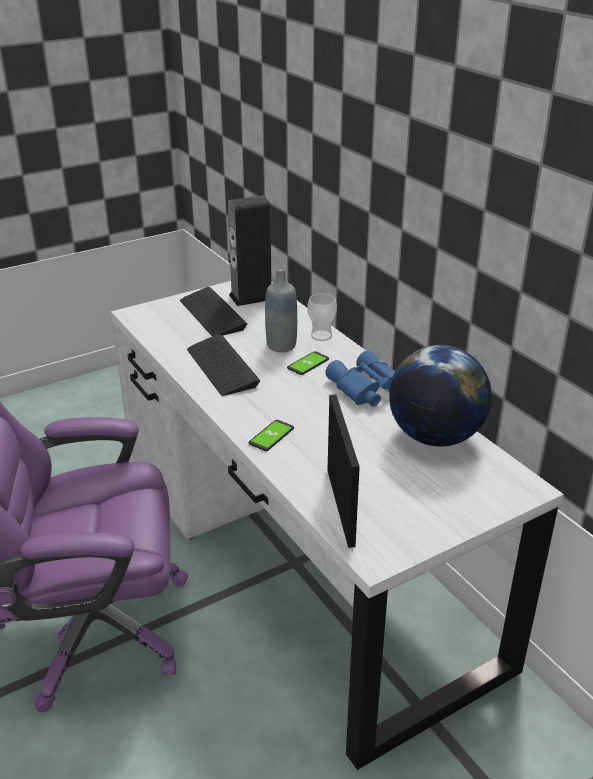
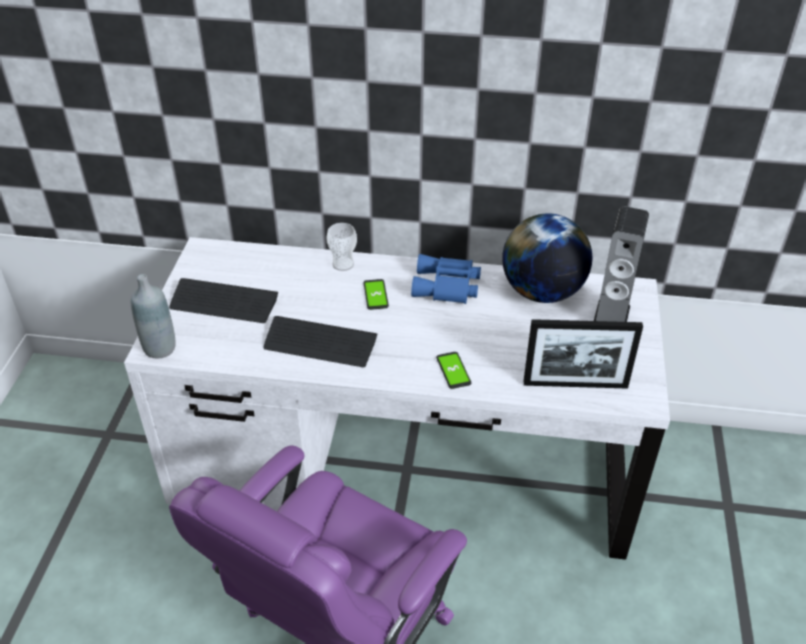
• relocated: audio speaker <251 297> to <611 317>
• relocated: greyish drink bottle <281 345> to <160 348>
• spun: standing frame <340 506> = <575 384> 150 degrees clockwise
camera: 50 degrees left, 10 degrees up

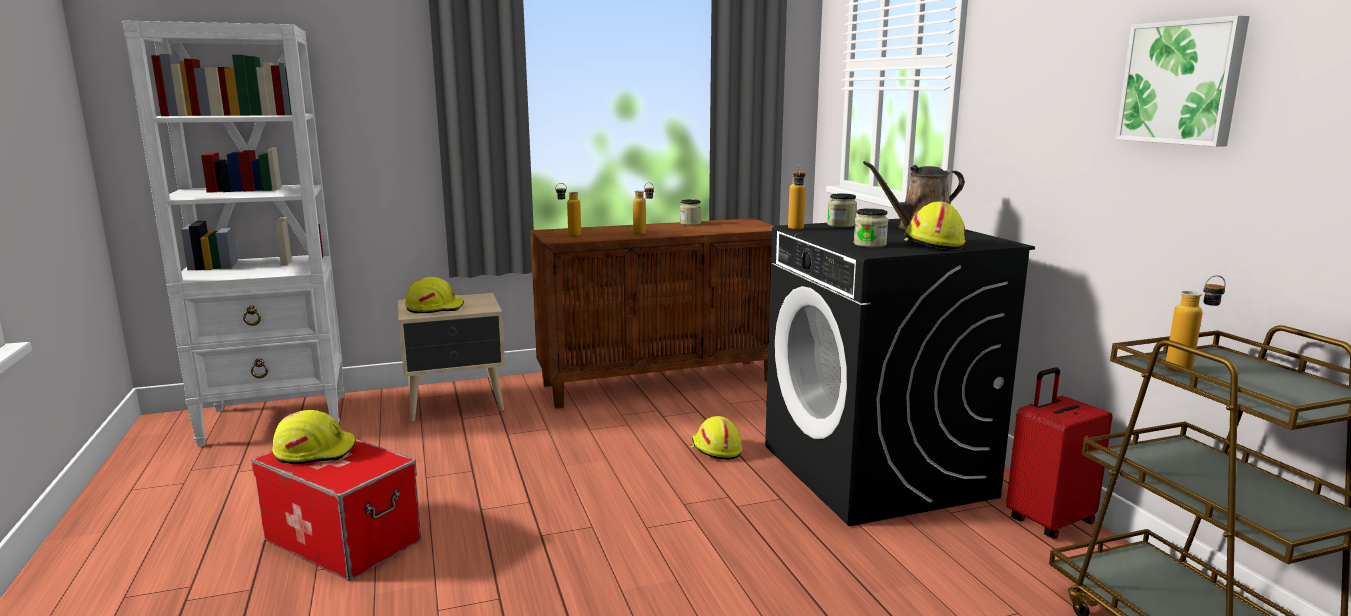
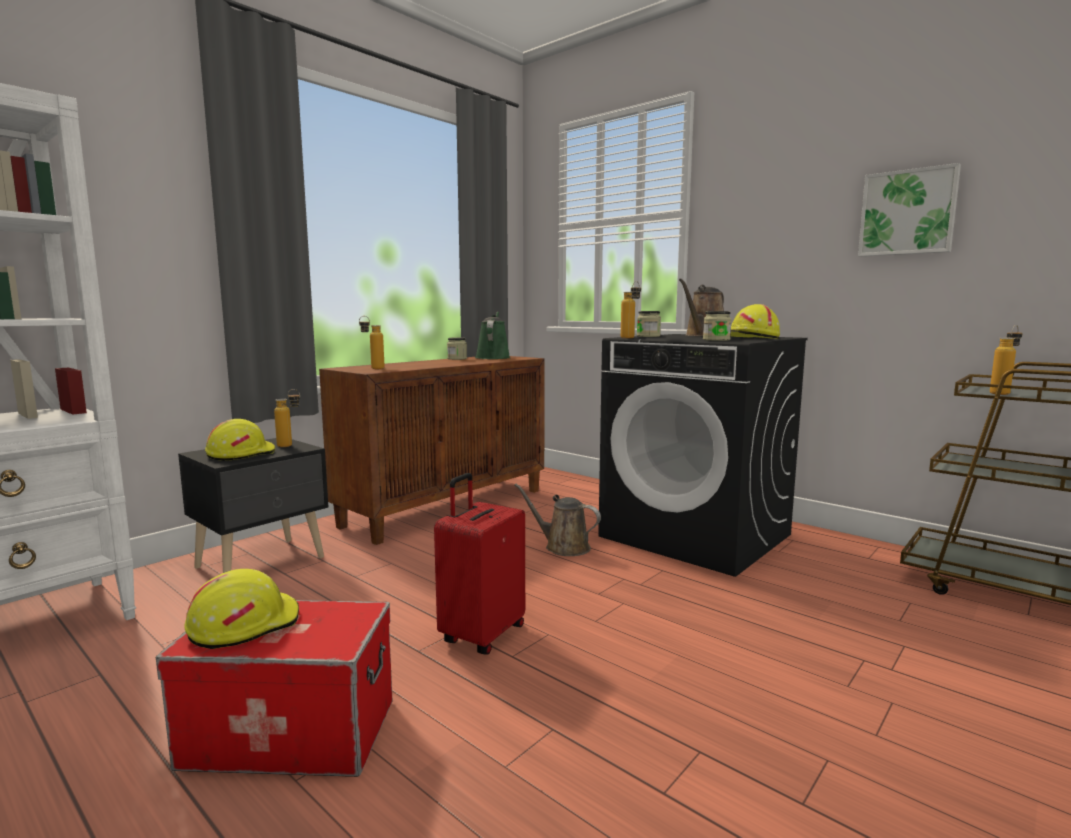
• appeared: green watering pot <493 358>
• relocated: drink bottle <644 234> to <290 446>
• relocated: reddish travel case <1048 521> to <481 634>
• exchanged: yellowish safety helmet <715 449> to brownish watering pot <563 547>
• colour: beige night table <457 405> to blackish night table <263 562>
camera: 30 degrees left, 5 degrees down

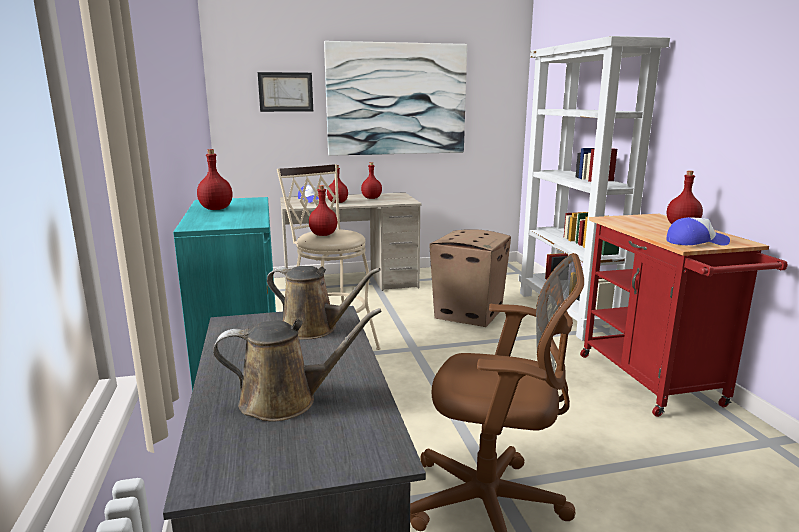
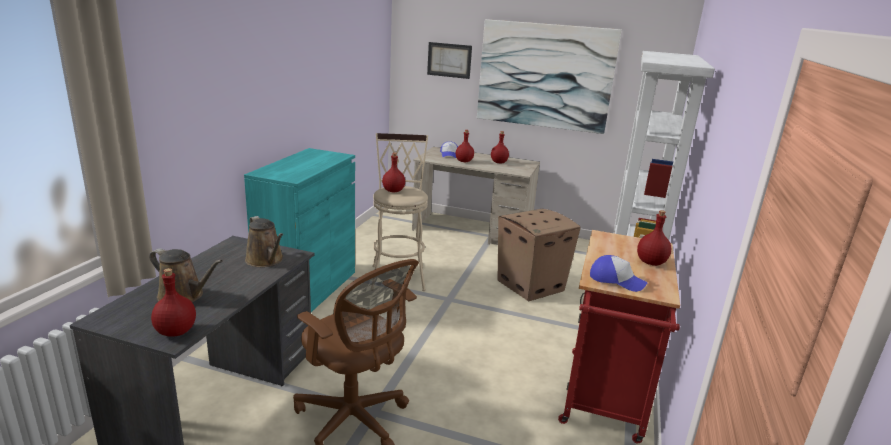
• relocated: reddish drink bottle <216 209> to <176 331>
camera: 30 degrees right, 5 degrees up

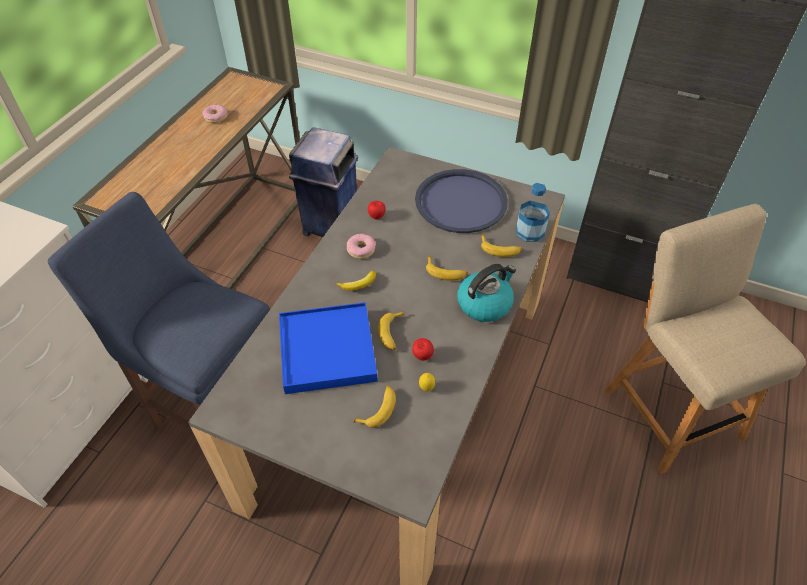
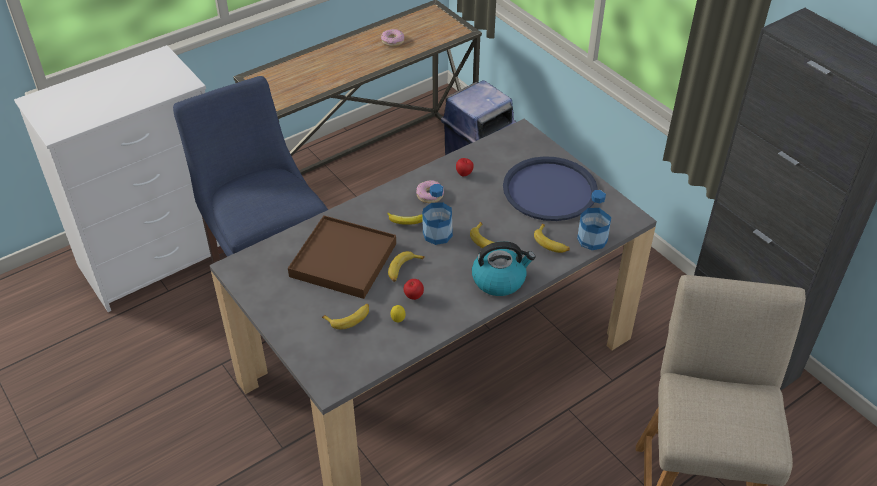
• appeared: drink bottle <437 234>
• colour: blue carrying tray <327 350> to brownish carrying tray <343 260>
camera: 30 degrees right, 5 degrees down

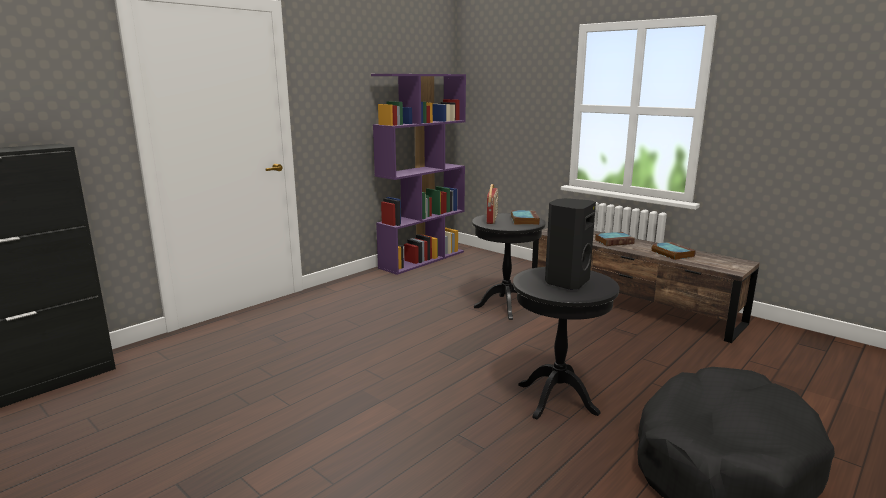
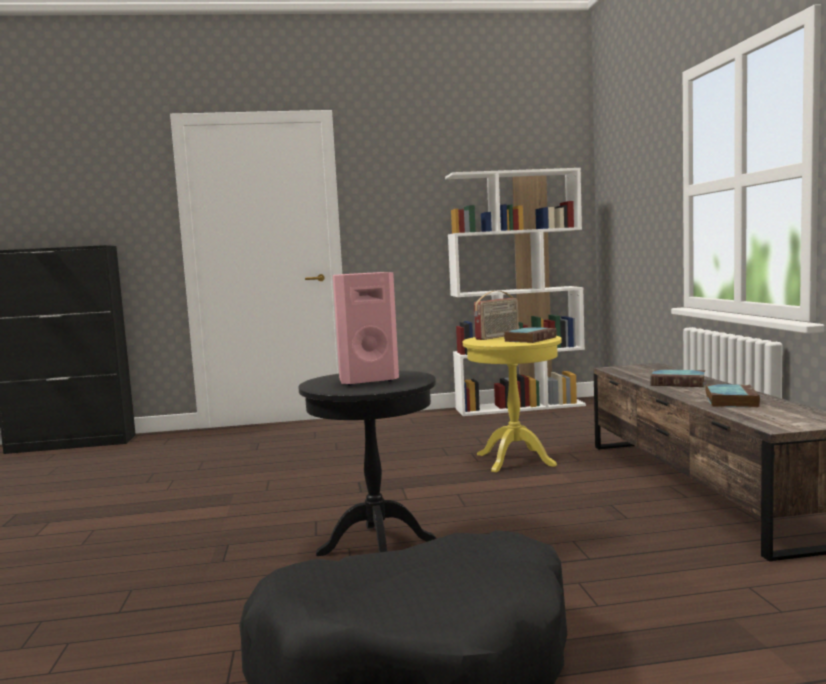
• colour: purple bookcase <422 259> to white bookcase <520 407>
• colour: blackish accent table <505 307> to yellowish accent table <515 460>
• colour: blackish audio speaker <566 282> to pinkish audio speaker <366 380>
camera: 40 degrees right, 10 degrees down

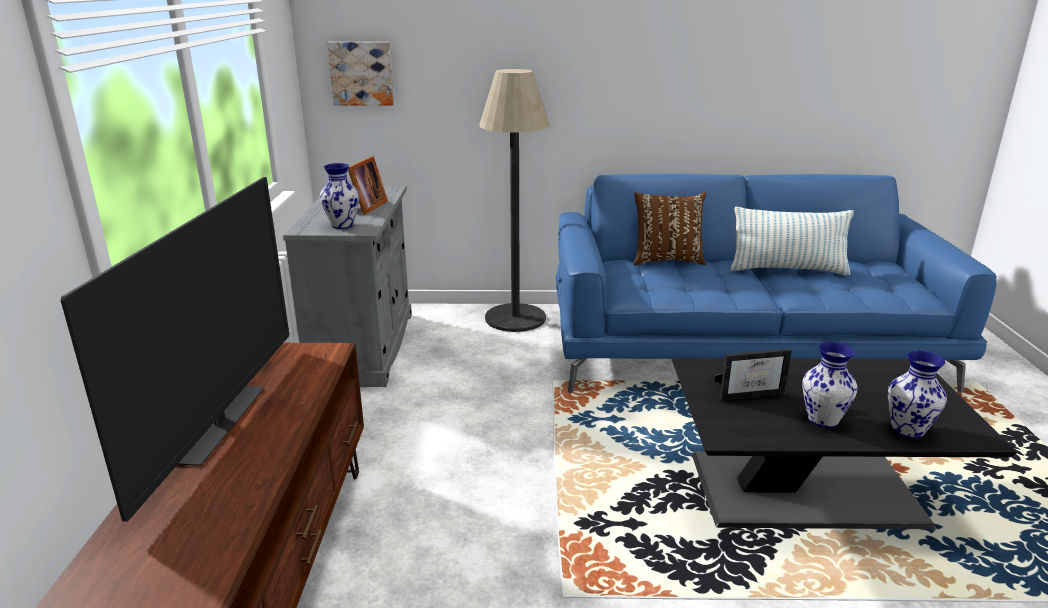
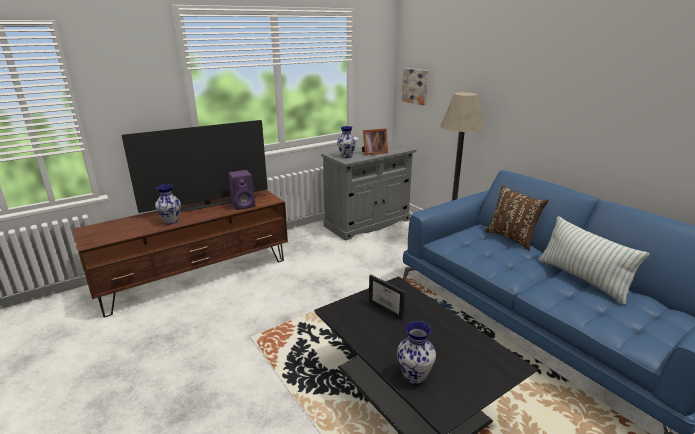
• appeared: purple audio speaker <244 205>
• relocated: decorative vase <822 420> to <170 221>
camera: 55 degrees right, 0 degrees up

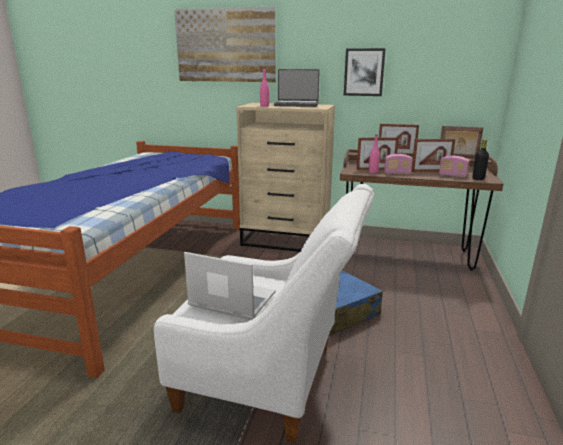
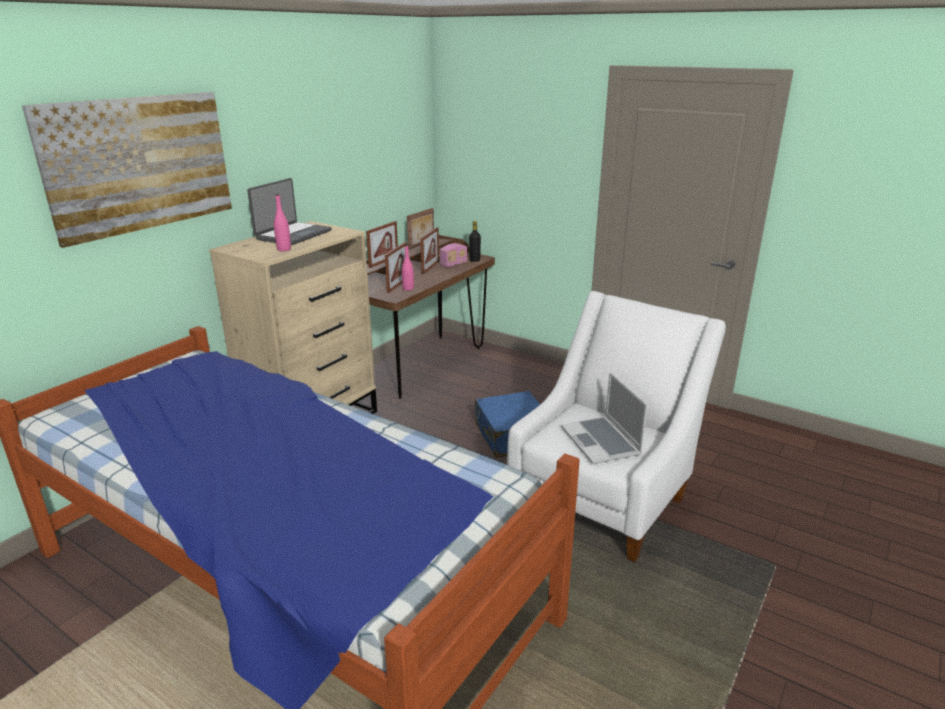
• missing: picture <364 72>
• missing: radio receiver <397 173>
• spun: laptop <230 300> = <601 442> 60 degrees counterclockwise
camera: 70 degrees left, 5 degrees up

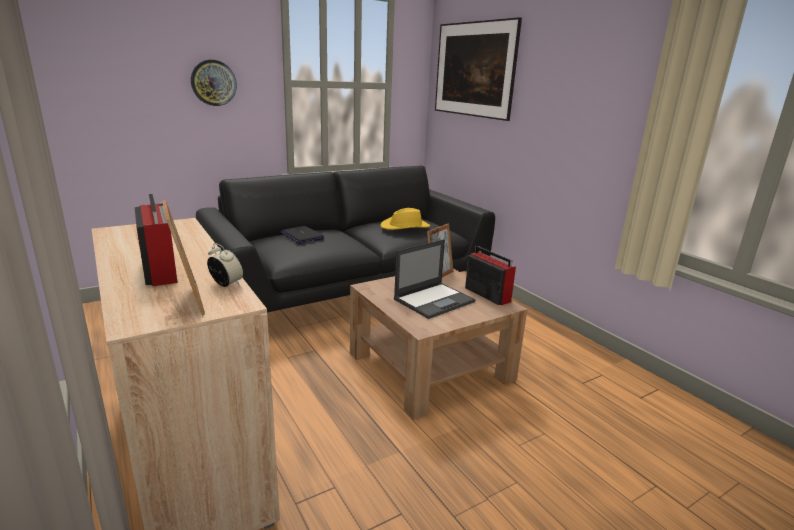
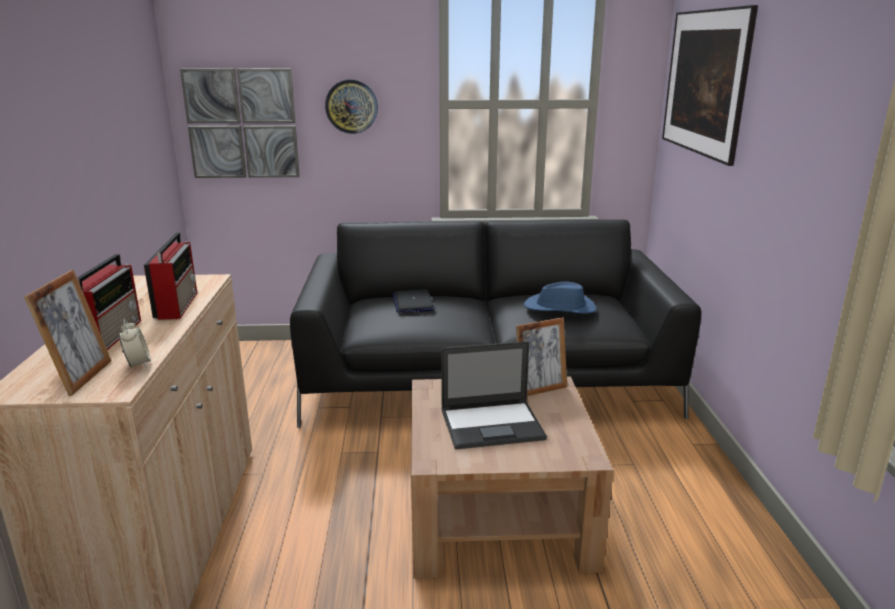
• appeared: picture <242 124>
• relocated: radio receiver <486 294> to <177 304>
• colour: yellowish wearable hat <405 227> to blue wearable hat <560 308>
camera: 30 degrees right, 0 degrees up

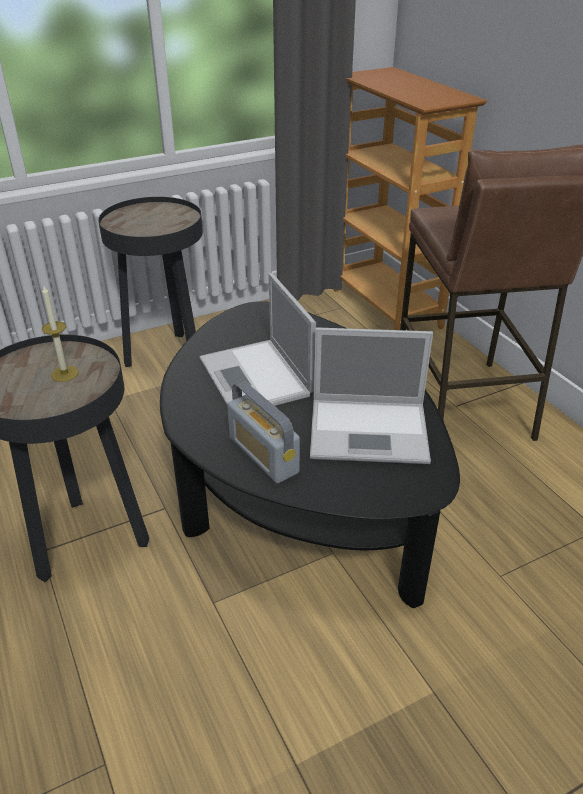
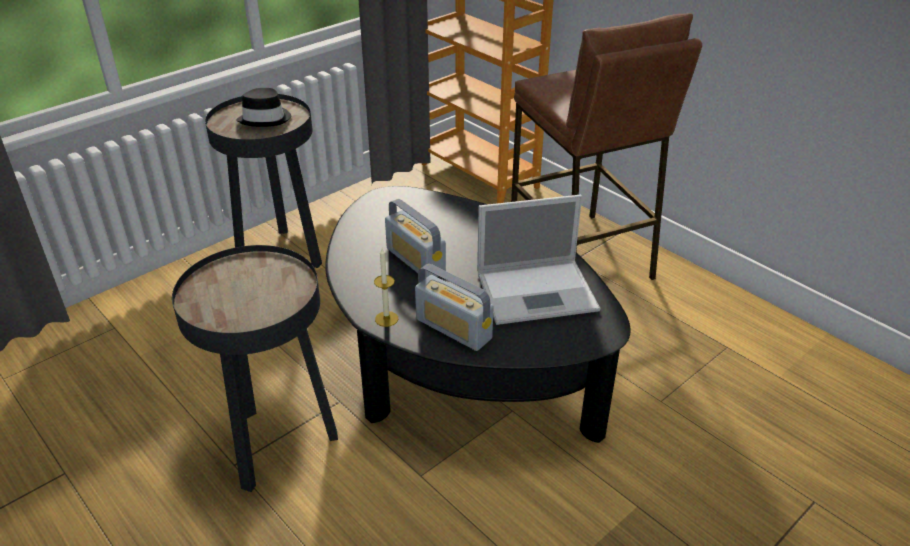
• appeared: blackish wearable hat <265 119>
• relocated: wax candle <64 374> to <386 319>
• exchanged: laptop <256 378> to radio receiver <415 261>
camera: 15 degrees left, 0 degrees up

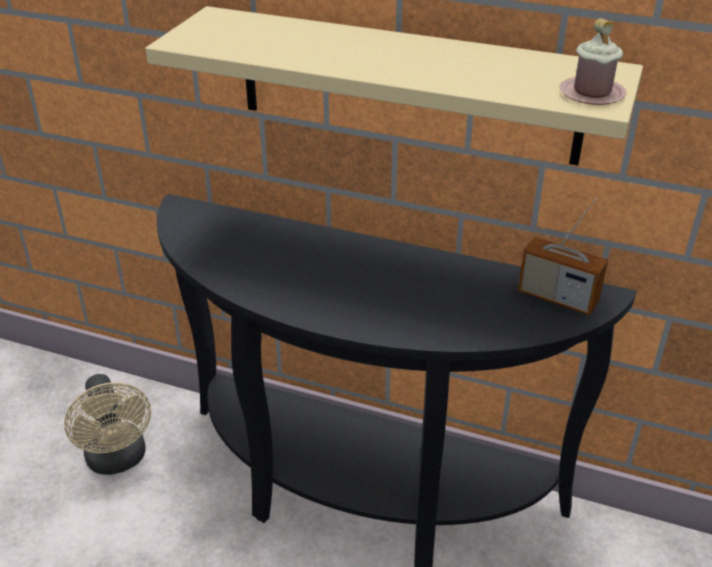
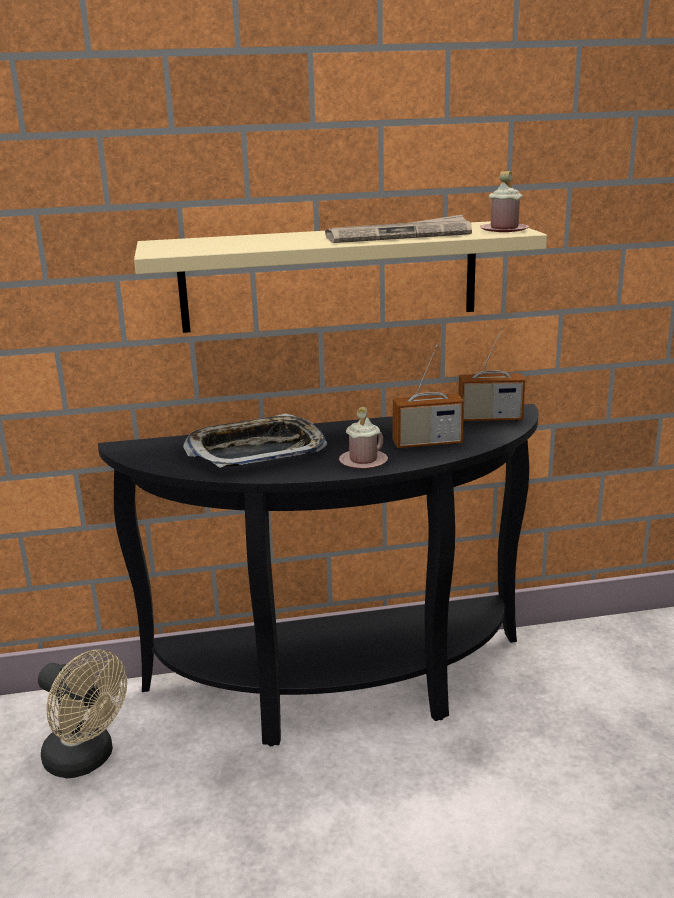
• appeared: carrying tray <257 451>
• appeared: daily paper <399 235>
• appeared: pinkish coffee mug <363 461>
• appeared: radio receiver <427 443>
camera: 30 degrees left, 15 degrees down

